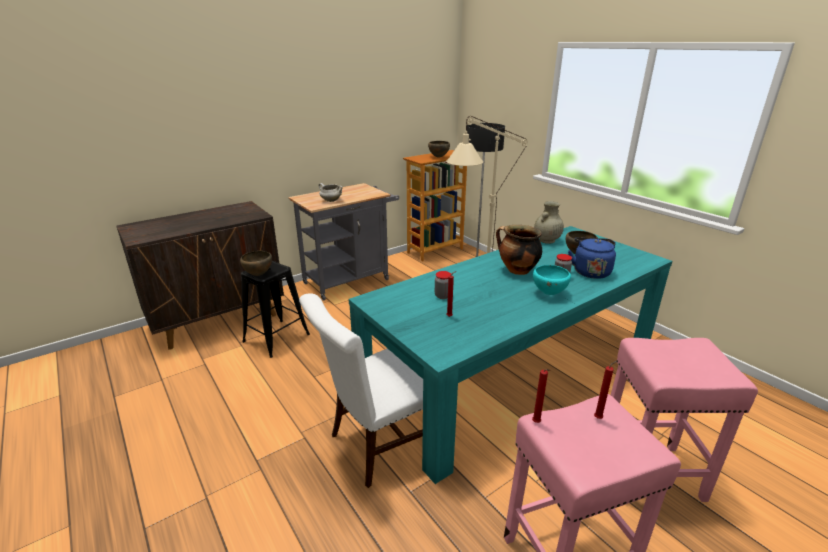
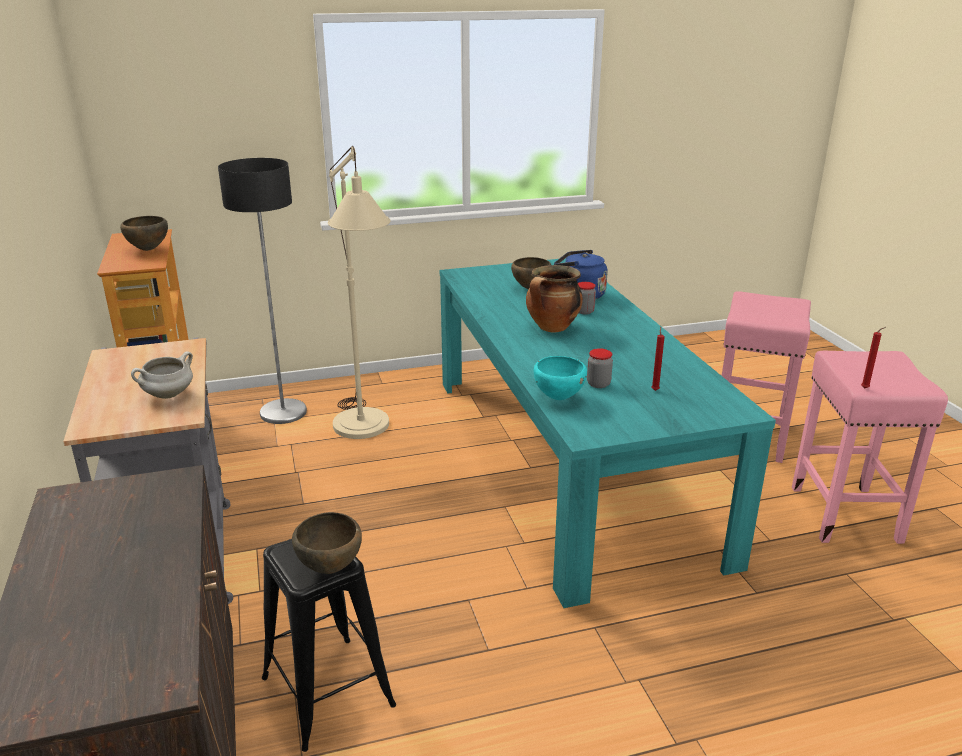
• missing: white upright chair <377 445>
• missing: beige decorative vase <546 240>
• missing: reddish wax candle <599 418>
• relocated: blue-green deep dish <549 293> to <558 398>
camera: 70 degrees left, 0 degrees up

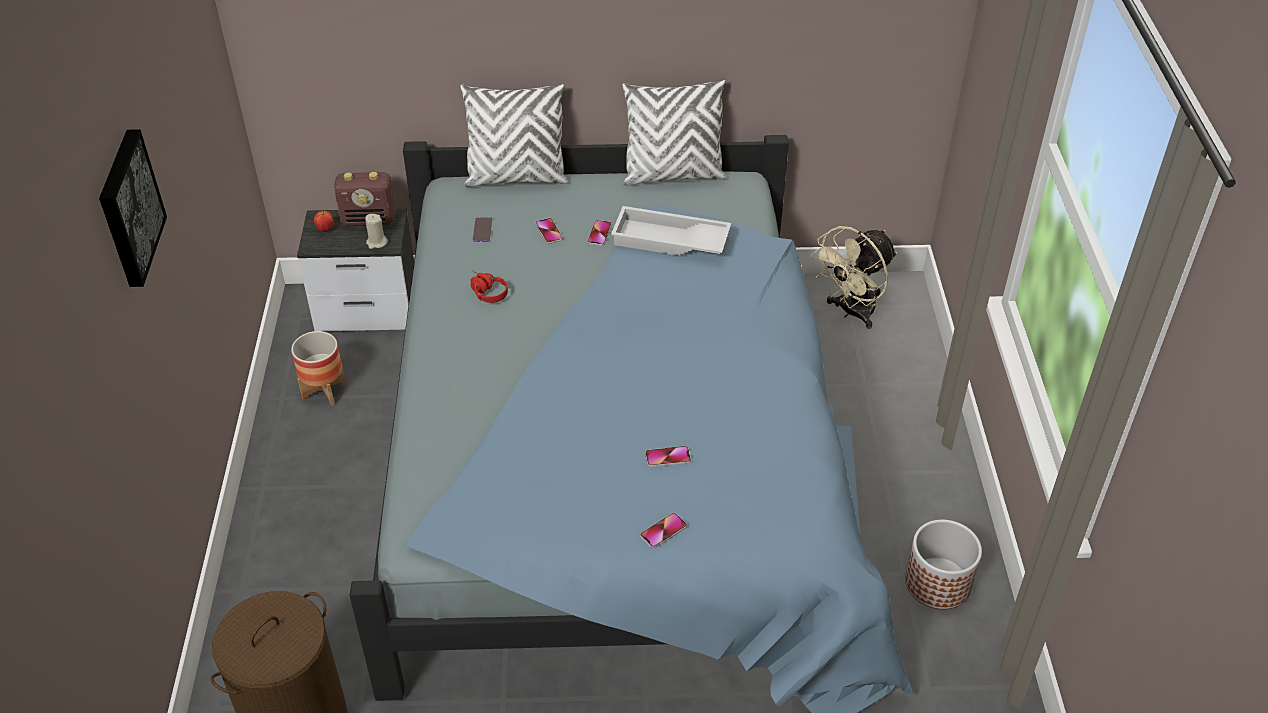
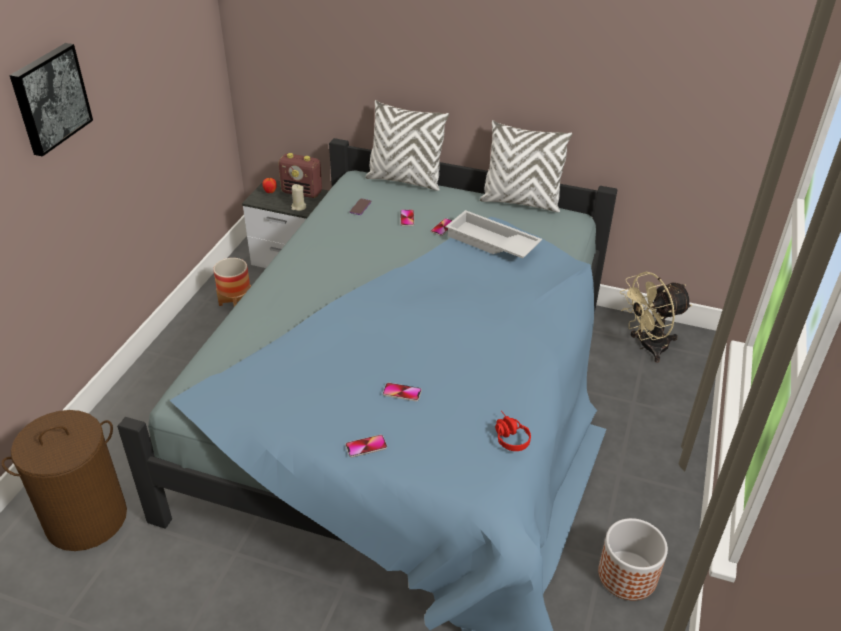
• relocated: reddish pair of headphones <485 291> to <508 436>
camera: 20 degrees right, 5 degrees down

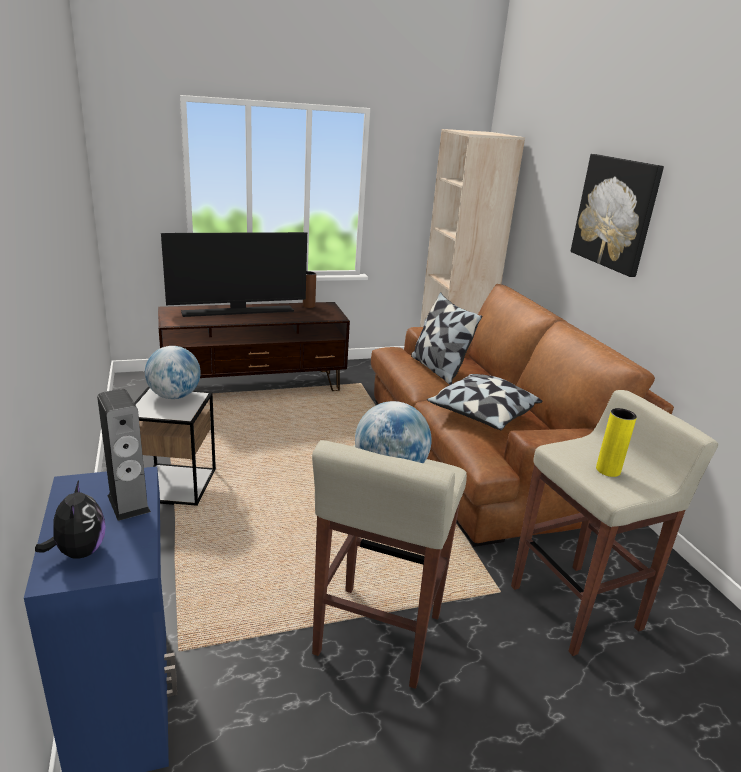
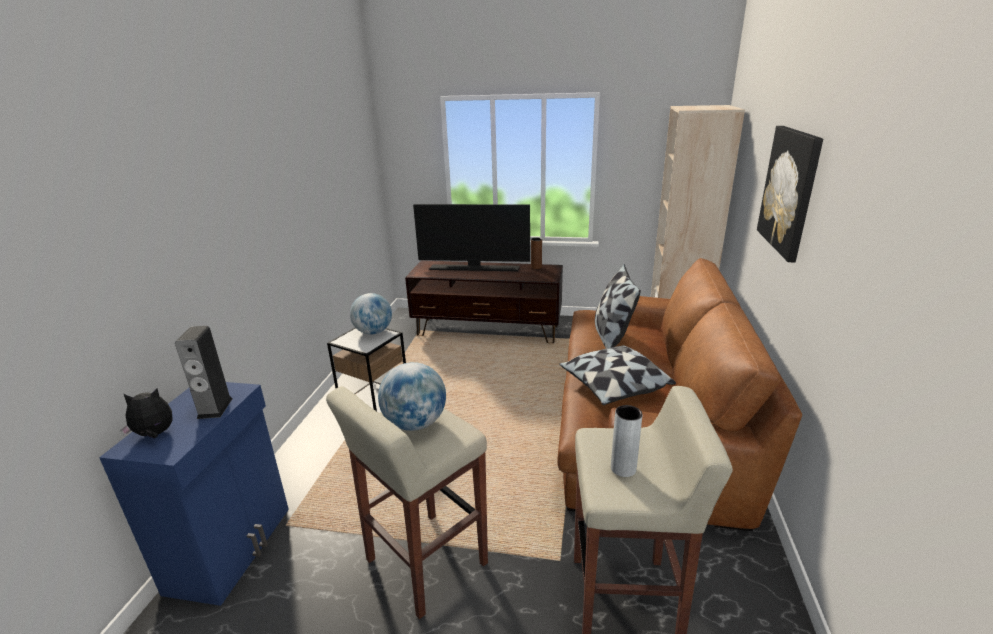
• colour: yellowish decorative vase <608 470> to greyish decorative vase <623 468>
• spun: plush toy <79 551> = <155 435> 120 degrees counterclockwise
camera: 30 degrees right, 0 degrees up

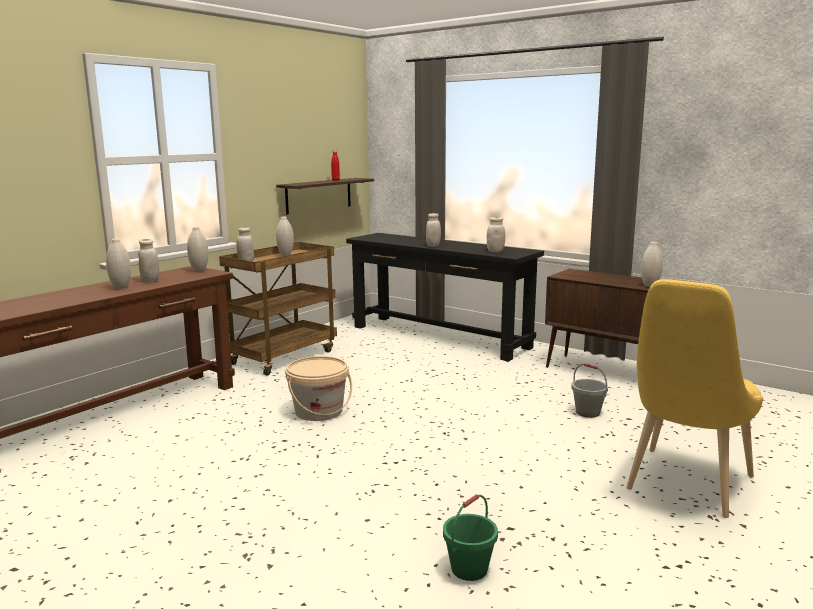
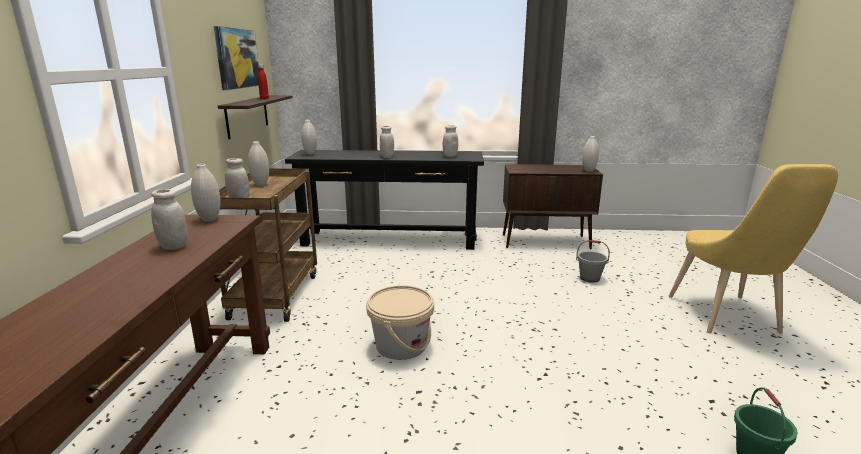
• appeared: picture <237 58>
• relocated: white decorative vase <121 287> to <310 153>
camera: 35 degrees left, 5 degrees up

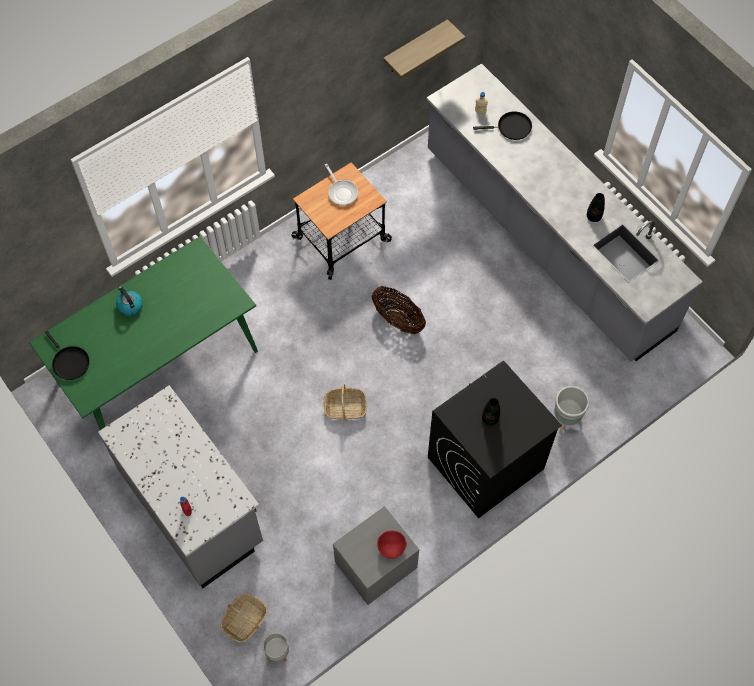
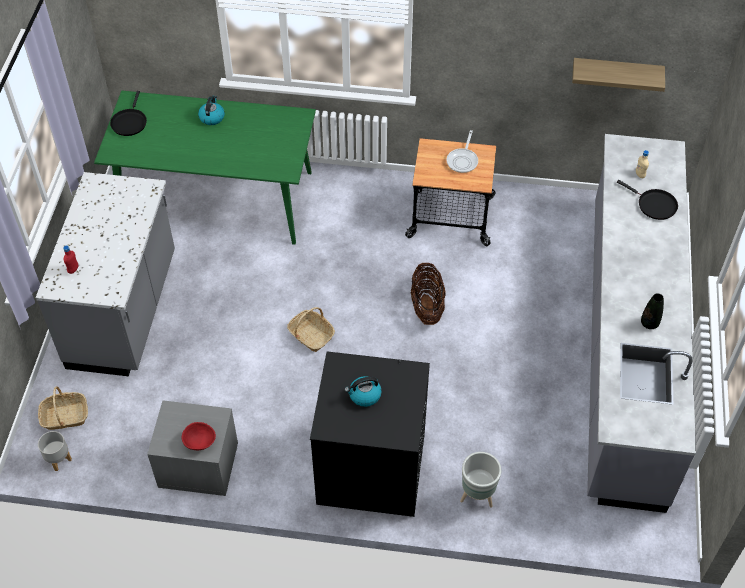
• exchanged: blackish decorative vase <490 418> to tea kettle <364 395>
camera: 45 degrees right, 10 degrees down

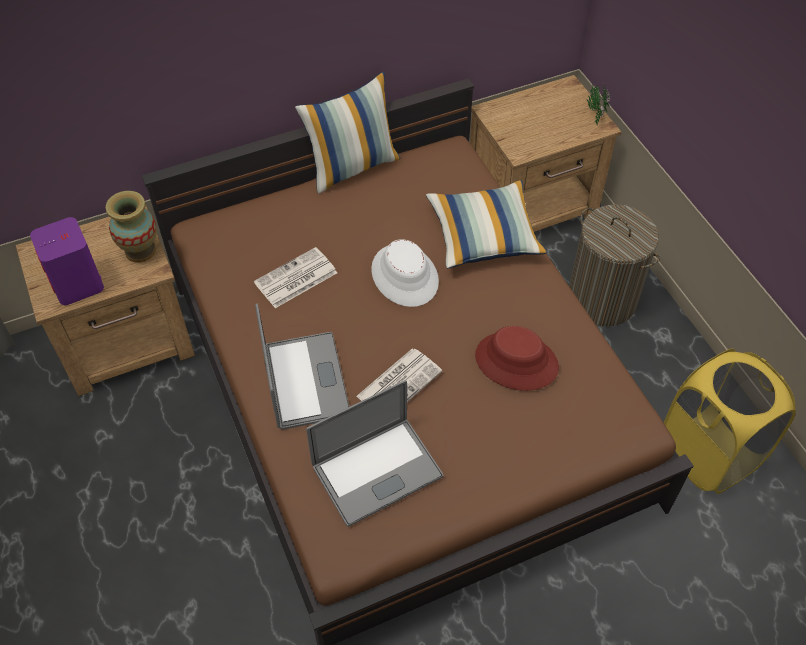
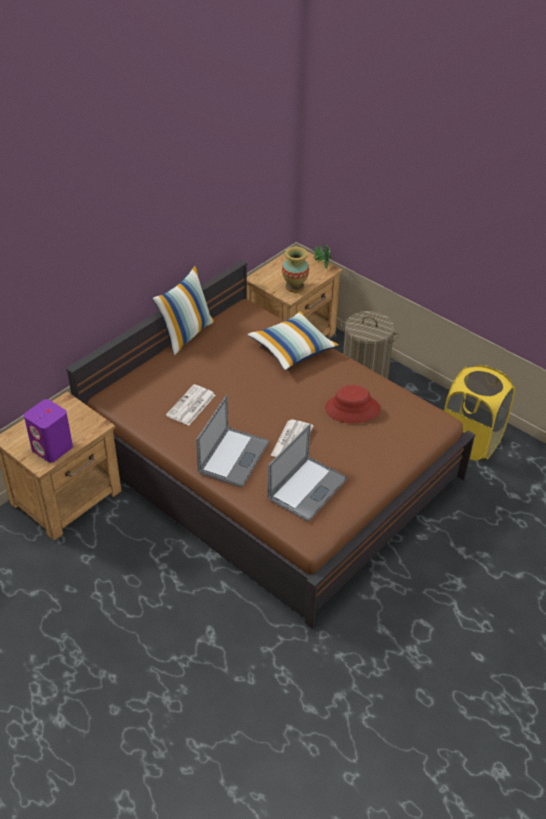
• missing: white wearable hat <405 276>
• relocated: decorative vase <140 251> to <294 287>
• spun: laptop <305 380> = <234 457> 60 degrees clockwise
camera: 25 degrees left, 10 degrees down

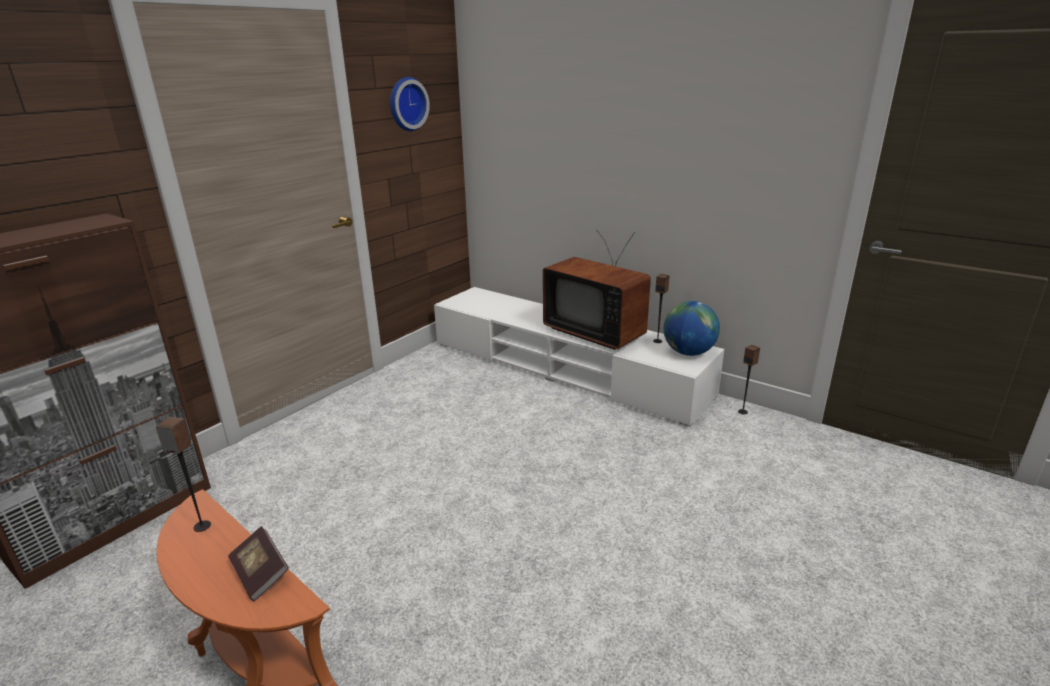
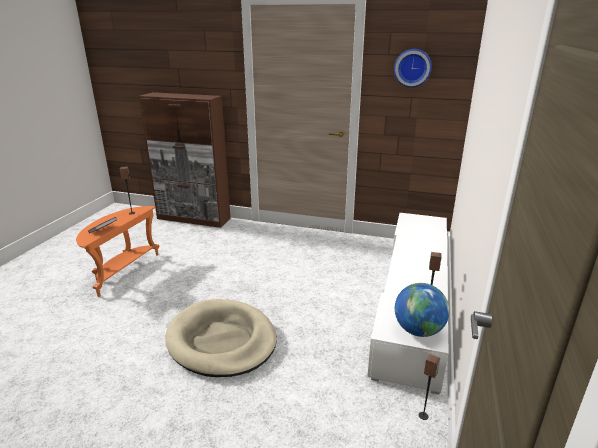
• missing: television <597 332>
• appeared: beige dog bed <222 341>
camera: 70 degrees right, 0 degrees up

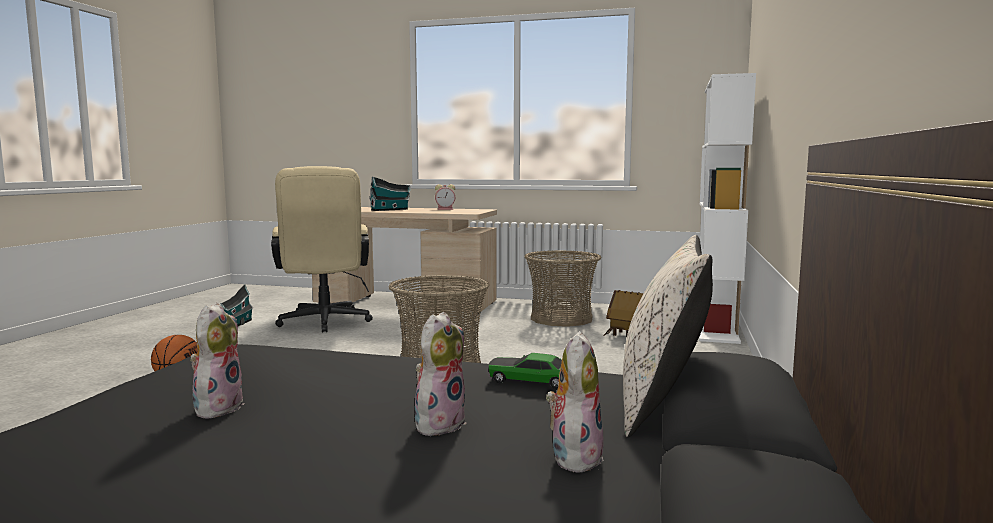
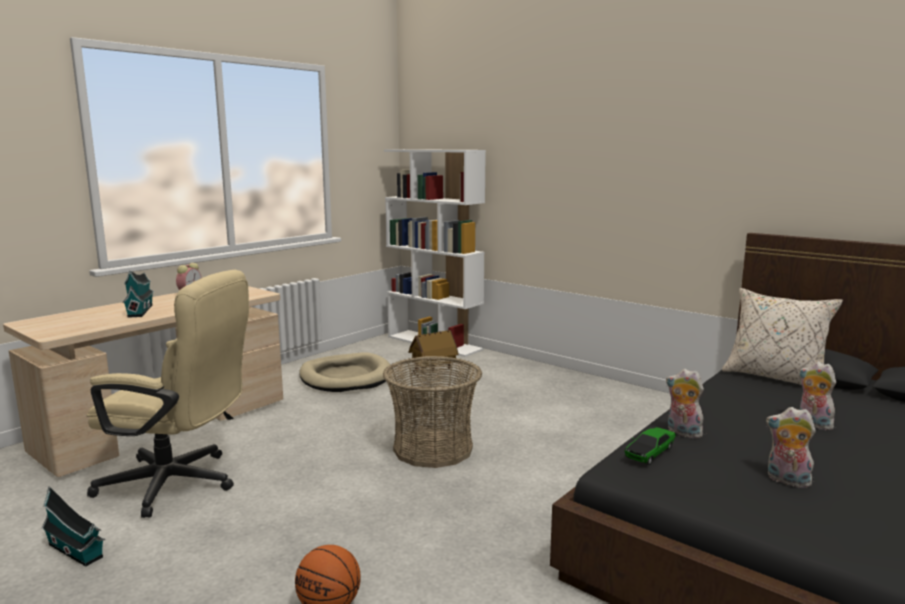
• relocated: miniature car <532 381> to <650 453>
• relocated: plush toy <574 456> to <682 433>
• exchanged: storage basket <561 318> to beige dog bed <346 377>
camera: 65 degrees left, 5 degrees up

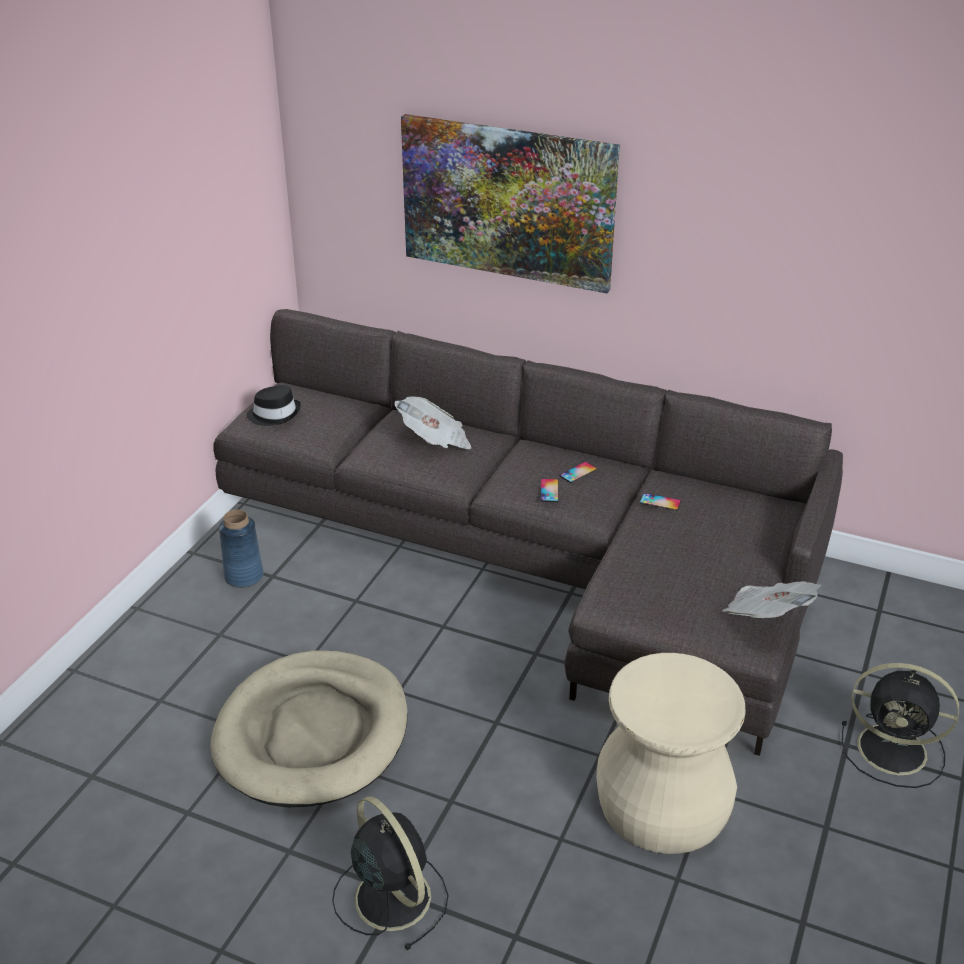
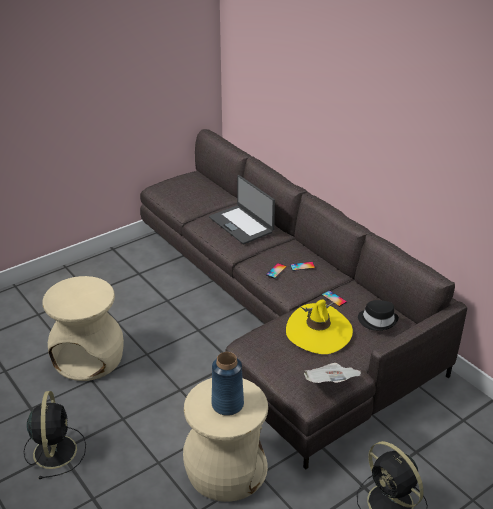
• missing: picture <508 202>
• appeared: yellowish wearable hat <318 332>
• relocated: blue decorative vase <243 576> to <227 404>
• relocated: blackish wearable hat <274 414> to <378 320>
• exchanged: beige dog bed <313 733> to beige stool <89 358>
• exchanged: daily paper <435 441> to laptop <242 224>
camera: 30 degrees right, 0 degrees up

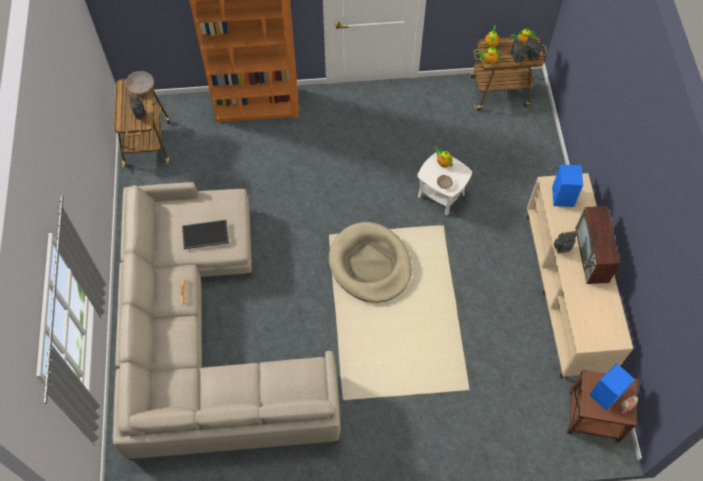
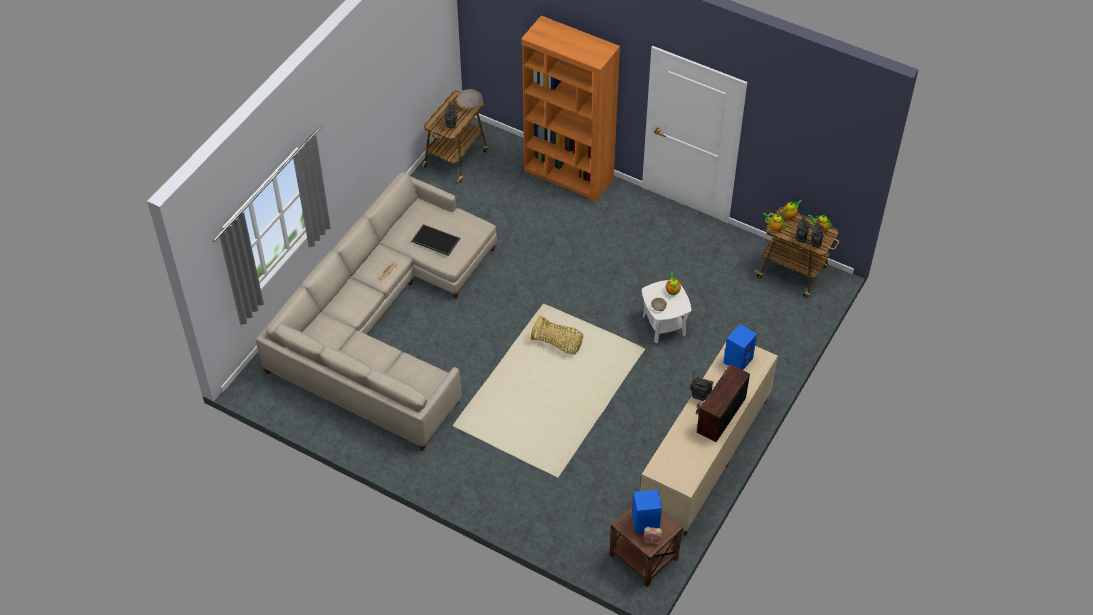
• exchanged: beige dog bed <370 264> to storage basket <558 343>
camera: 35 degrees right, 10 degrees down

